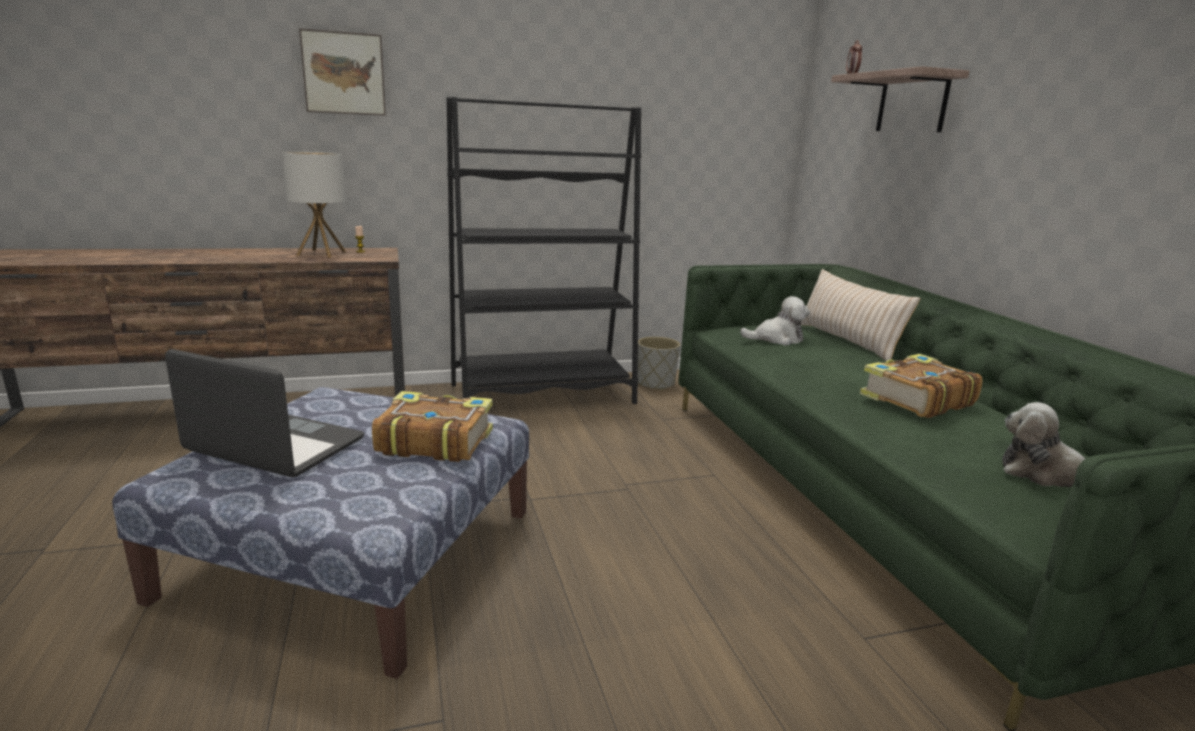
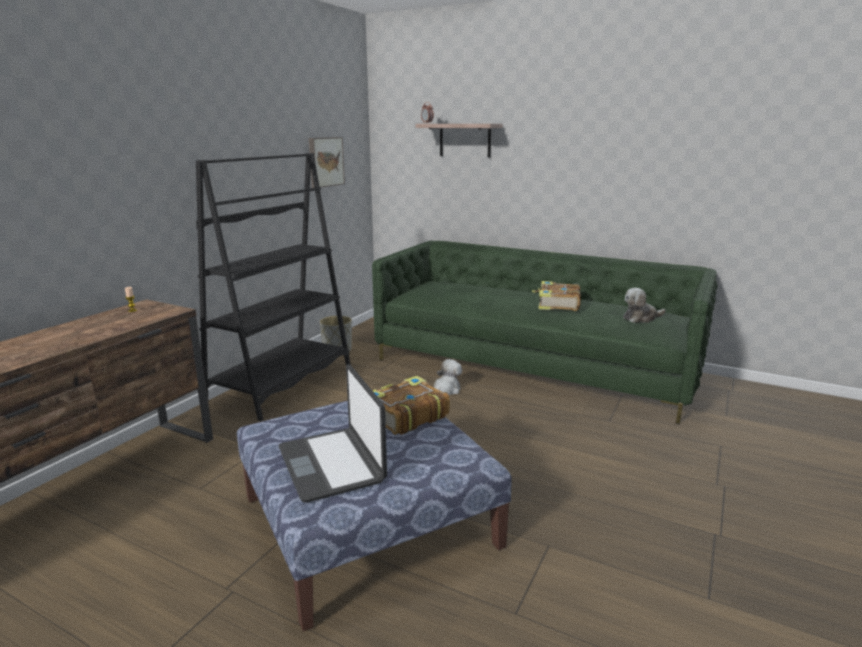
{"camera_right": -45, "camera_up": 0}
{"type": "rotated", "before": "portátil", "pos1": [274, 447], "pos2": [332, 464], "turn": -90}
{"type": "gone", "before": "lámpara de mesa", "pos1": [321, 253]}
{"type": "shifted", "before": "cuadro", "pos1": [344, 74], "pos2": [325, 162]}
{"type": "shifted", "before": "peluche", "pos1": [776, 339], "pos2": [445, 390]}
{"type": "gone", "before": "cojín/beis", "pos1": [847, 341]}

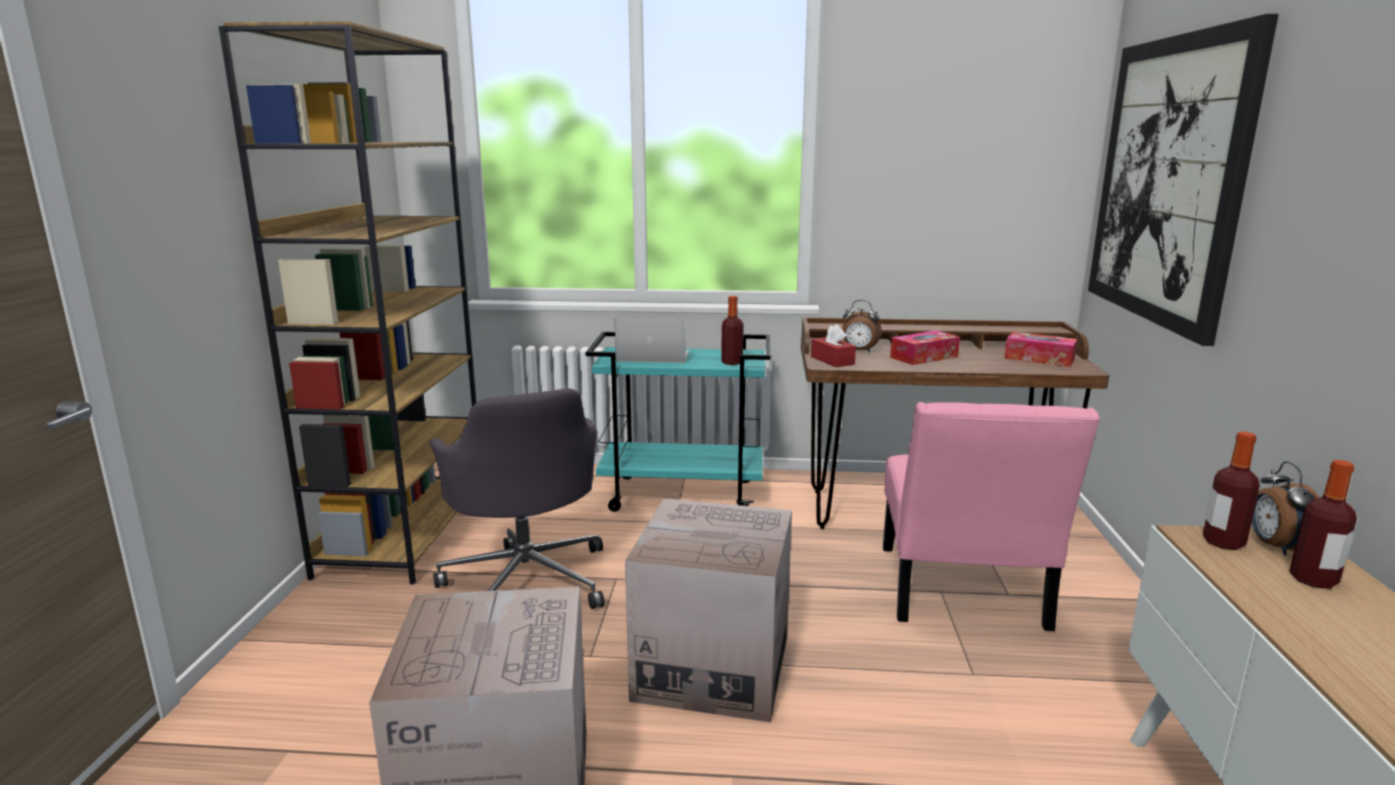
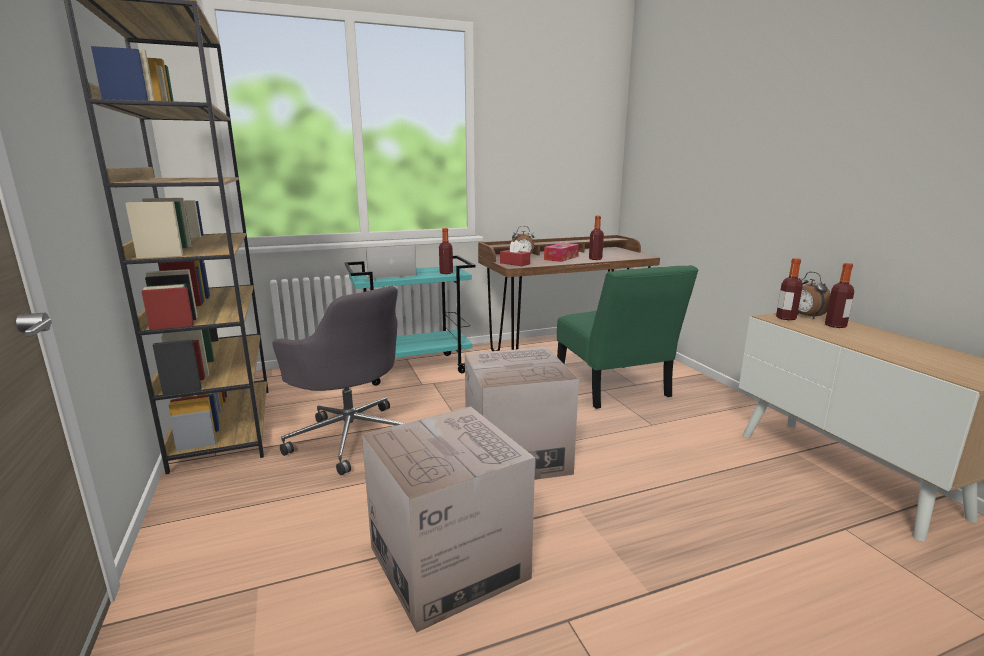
{"camera_right": -25, "camera_up": 0}
{"type": "repainted", "before": "silla/rosa", "after": "silla/verde", "pos1": [961, 593], "pos2": [614, 388]}
{"type": "gone", "before": "caja de pañuelos", "pos1": [1039, 359]}
{"type": "gone", "before": "cuadro", "pos1": [1168, 181]}
{"type": "new", "after": "botella", "pos2": [595, 259]}

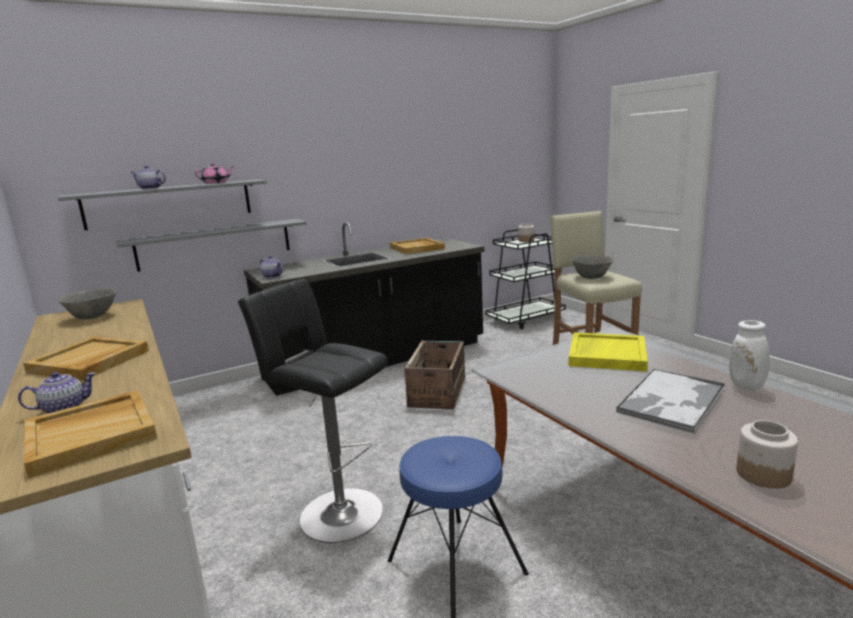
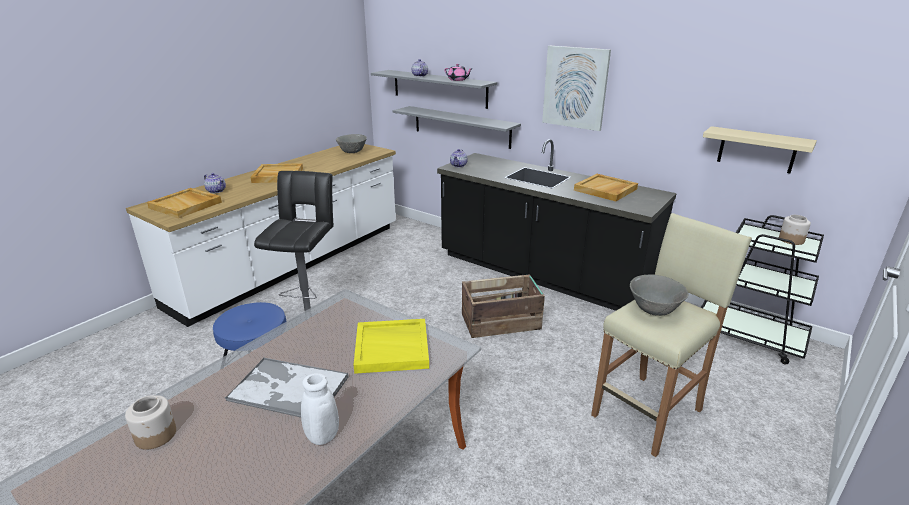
{"camera_right": 65, "camera_up": 10}
{"type": "new", "after": "cuadro", "pos2": [575, 87]}
{"type": "new", "after": "estante/beis", "pos2": [757, 150]}

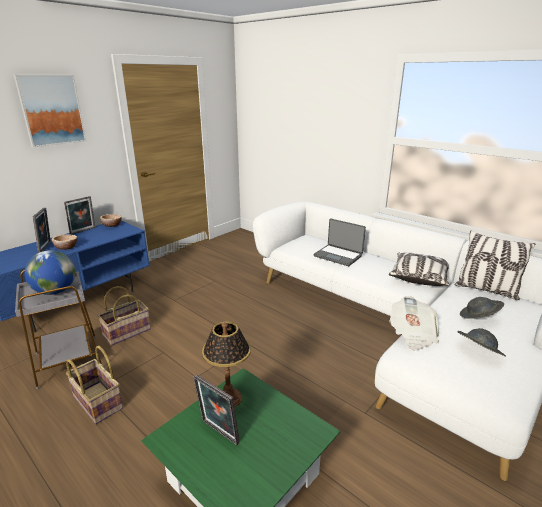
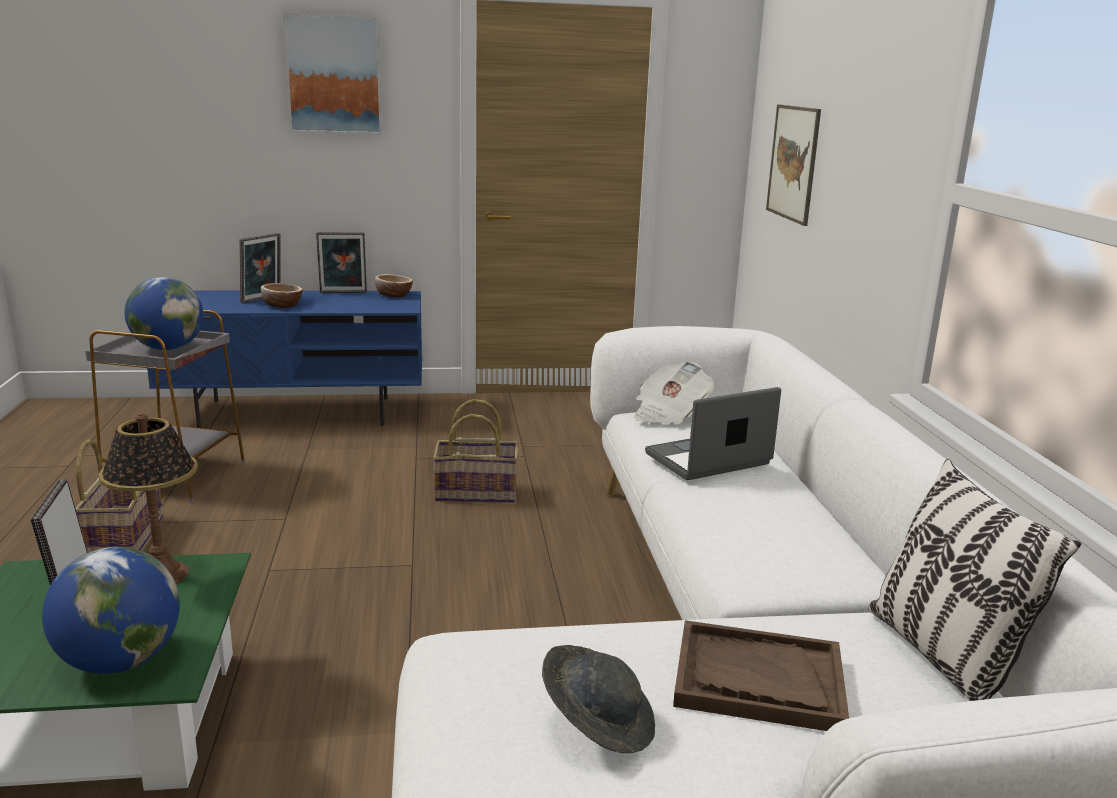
{"camera_right": 40, "camera_up": -5}
{"type": "shifted", "before": "cesta", "pos1": [127, 332], "pos2": [477, 492]}
{"type": "rotated", "before": "portátil", "pos1": [338, 255], "pos2": [709, 460], "turn": 75}
{"type": "gone", "before": "cojín", "pos1": [418, 277]}
{"type": "shifted", "before": "periódico", "pos1": [412, 334], "pos2": [669, 414]}
{"type": "swapped", "before": "sombrero/gris", "after": "bandeja/marrón", "pos1": [479, 318], "pos2": [758, 680]}
{"type": "new", "after": "globo terráqueo", "pos2": [120, 662]}
{"type": "new", "after": "cuadro", "pos2": [793, 163]}

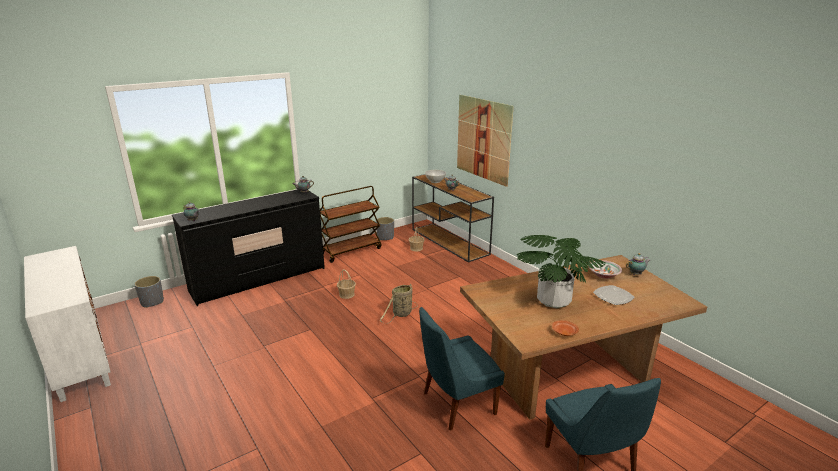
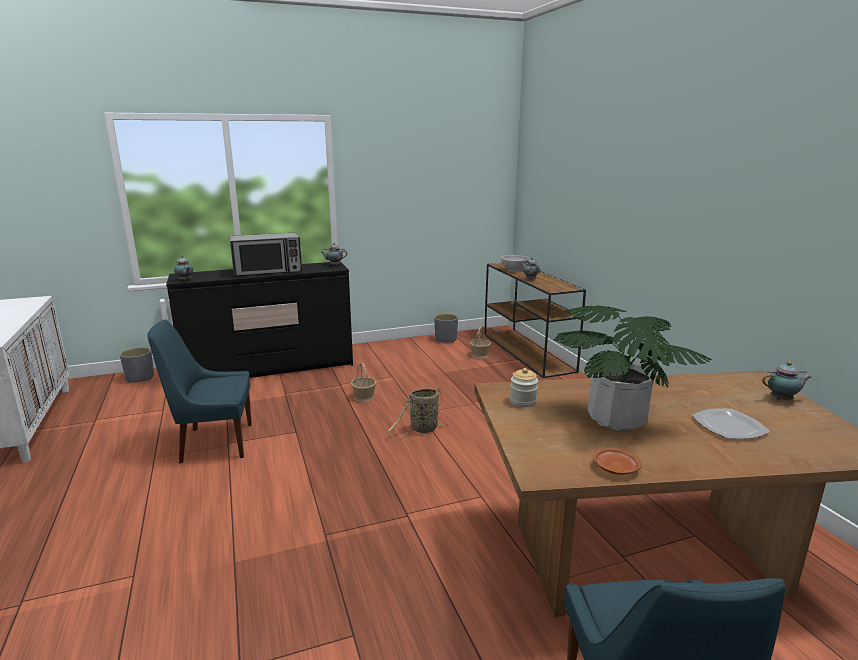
{"camera_right": 15, "camera_up": -5}
{"type": "gone", "before": "carrito/marrón", "pos1": [351, 251]}
{"type": "shifted", "before": "silla/azul", "pos1": [456, 404], "pos2": [213, 443]}
{"type": "gone", "before": "cuadro", "pos1": [483, 139]}
{"type": "gone", "before": "cuenco", "pos1": [603, 275]}
{"type": "new", "after": "microondas", "pos2": [268, 271]}
{"type": "new", "after": "tarro", "pos2": [523, 401]}

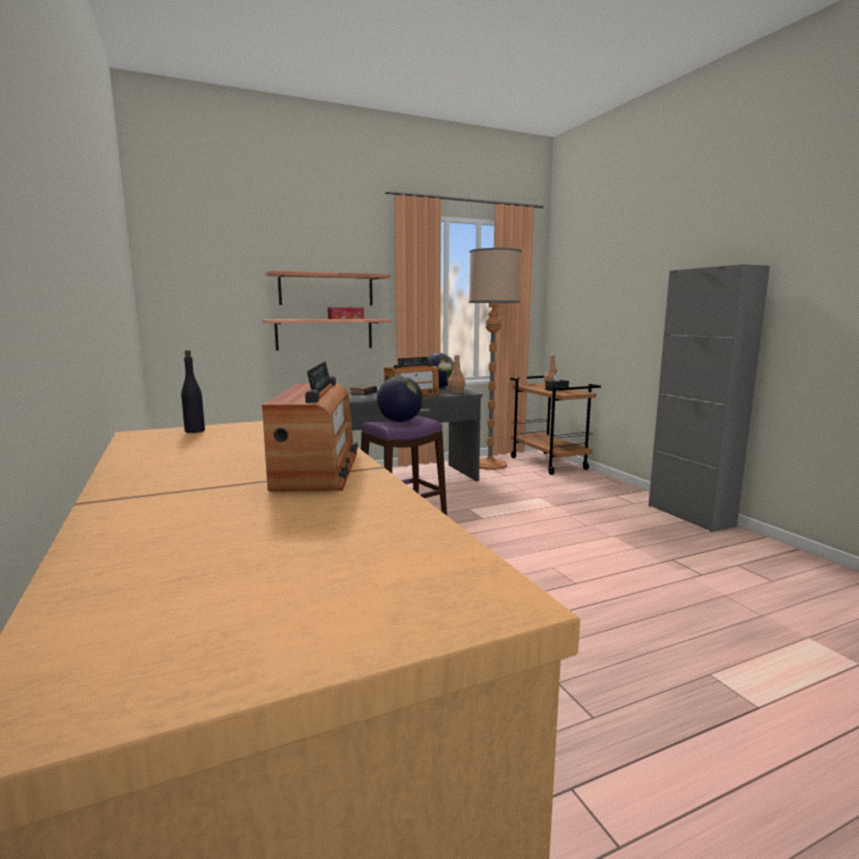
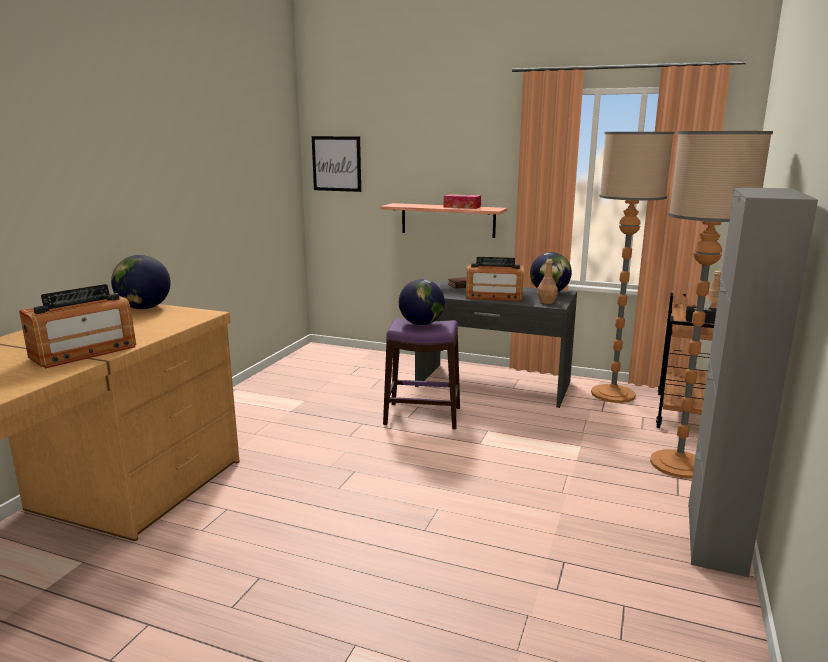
{"camera_right": 45, "camera_up": 5}
{"type": "swapped", "before": "botella/negro", "after": "globo terráqueo", "pos1": [195, 431], "pos2": [144, 308]}
{"type": "gone", "before": "estante", "pos1": [326, 289]}
{"type": "new", "after": "cuadro", "pos2": [336, 163]}
{"type": "new", "after": "lámpara de pie", "pos2": [679, 464]}

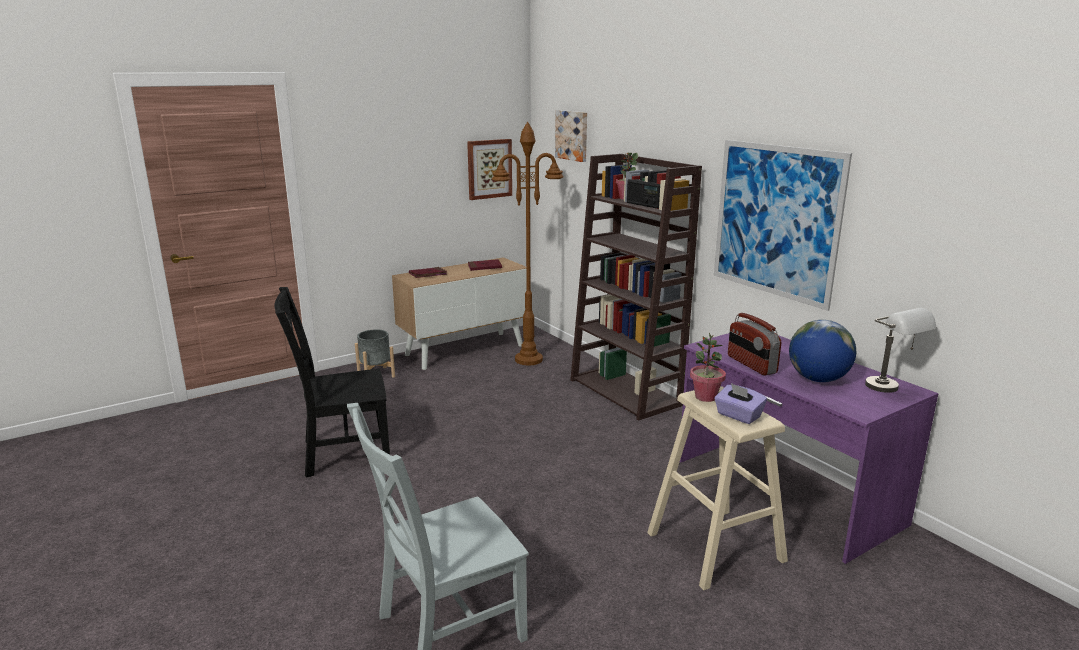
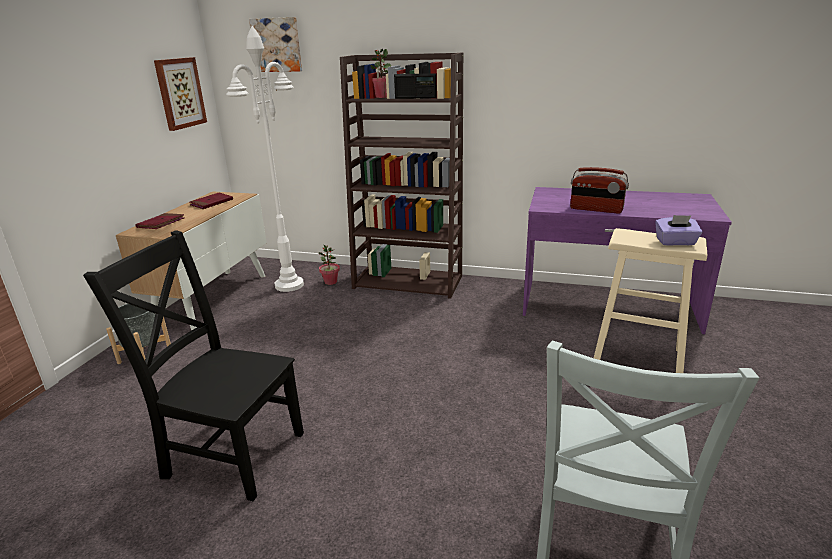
{"camera_right": -40, "camera_up": 5}
{"type": "rotated", "before": "silla/negro", "pos1": [342, 453], "pos2": [230, 452], "turn": 75}
{"type": "repainted", "before": "lámpara de pie/marrón", "after": "lámpara de pie/blanco", "pos1": [529, 359], "pos2": [289, 285]}
{"type": "shifted", "before": "planta en maceta", "pos1": [705, 397], "pos2": [330, 282]}
{"type": "gone", "before": "cuadro", "pos1": [775, 221]}
{"type": "gone", "before": "globo terráqueo", "pos1": [818, 379]}
{"type": "gone", "before": "lámpara de mesa/gris", "pos1": [891, 390]}

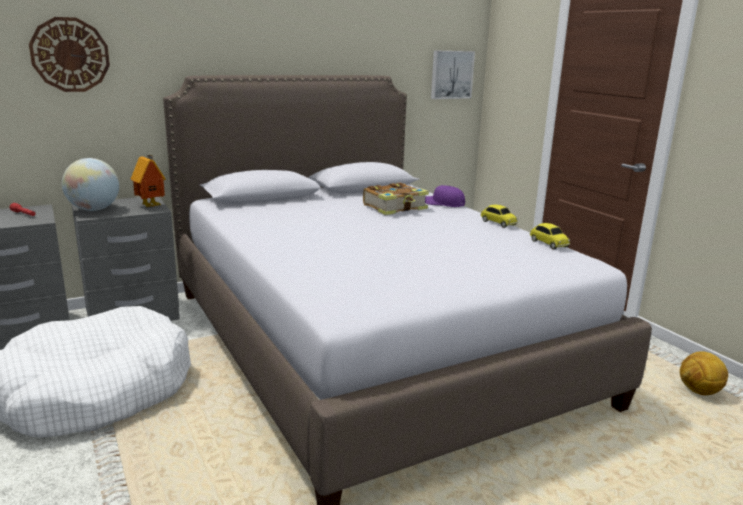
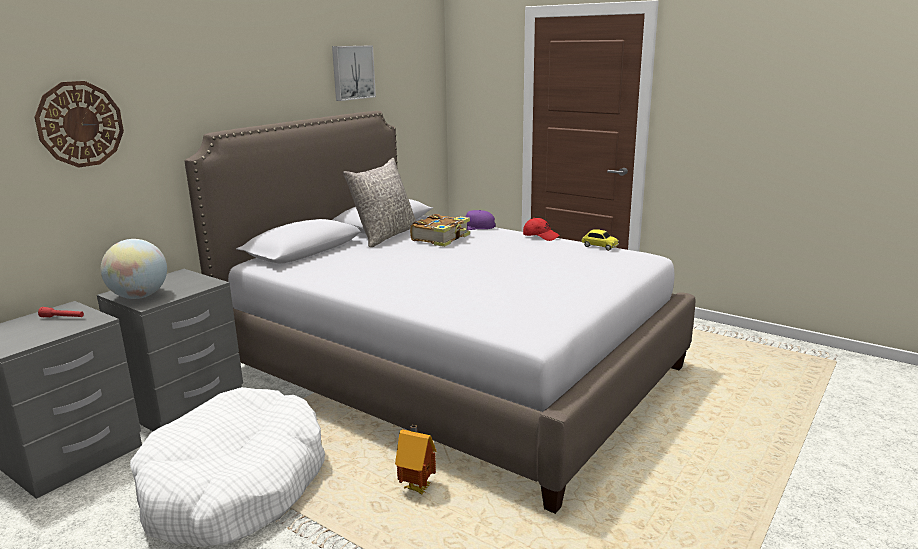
{"camera_right": -25, "camera_up": 0}
{"type": "shifted", "before": "casita", "pos1": [151, 206], "pos2": [417, 487]}
{"type": "shifted", "before": "cuadro", "pos1": [451, 74], "pos2": [352, 72]}
{"type": "swapped", "before": "coche de juguete", "after": "gorra/rojo", "pos1": [498, 223], "pos2": [541, 236]}
{"type": "gone", "before": "balón de fútbol", "pos1": [699, 392]}
{"type": "new", "after": "cojín/gris", "pos2": [385, 235]}

